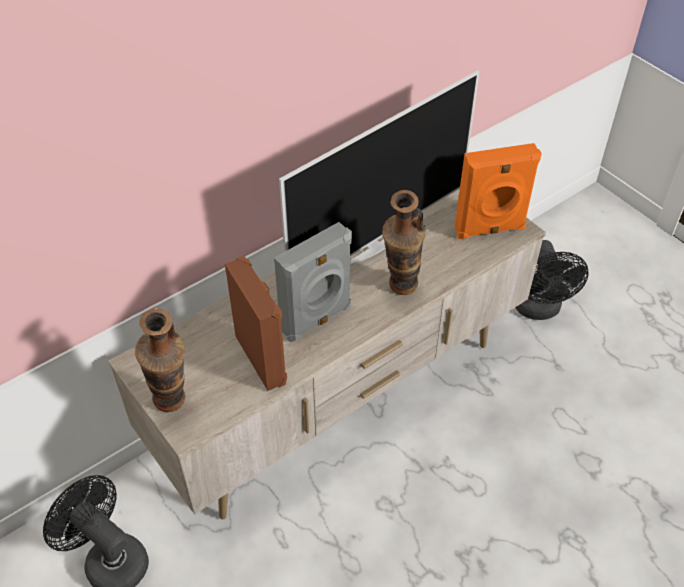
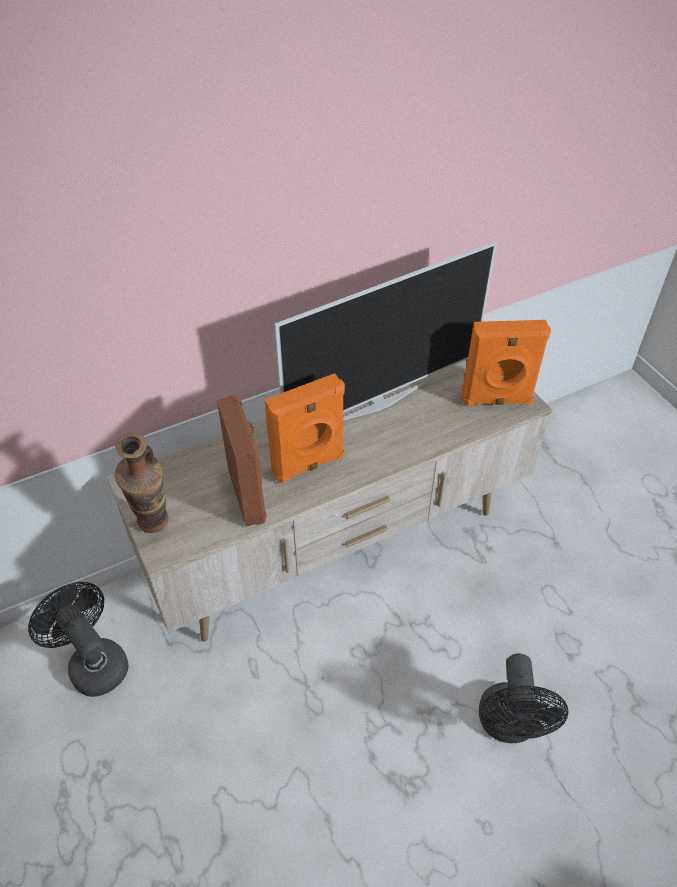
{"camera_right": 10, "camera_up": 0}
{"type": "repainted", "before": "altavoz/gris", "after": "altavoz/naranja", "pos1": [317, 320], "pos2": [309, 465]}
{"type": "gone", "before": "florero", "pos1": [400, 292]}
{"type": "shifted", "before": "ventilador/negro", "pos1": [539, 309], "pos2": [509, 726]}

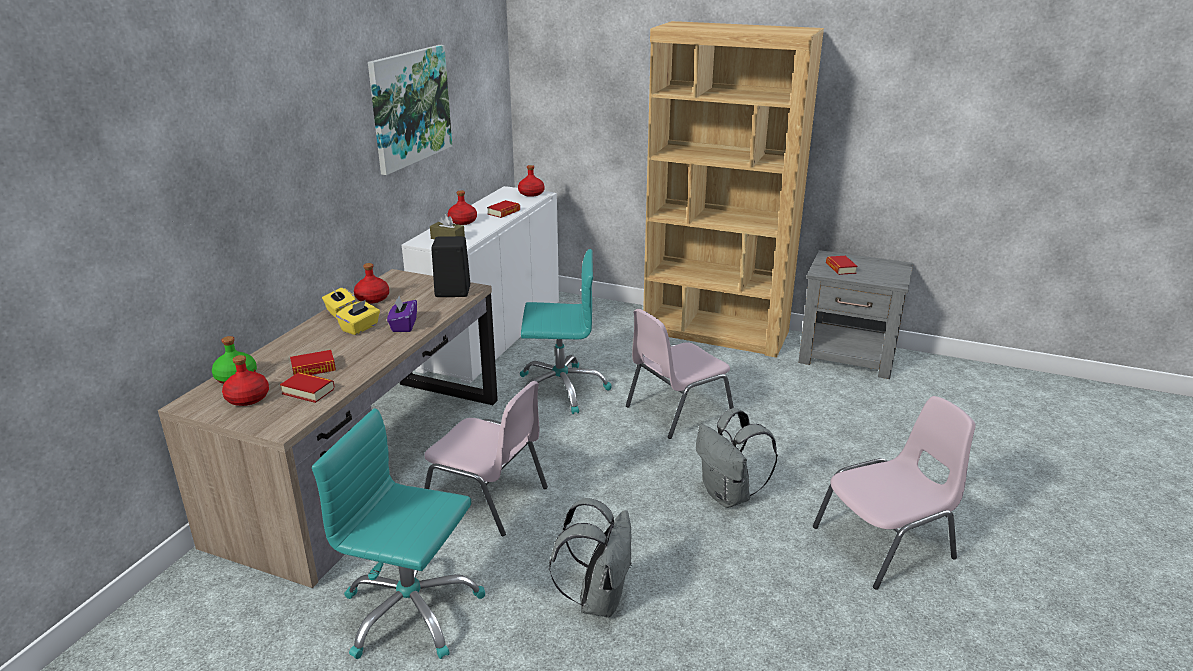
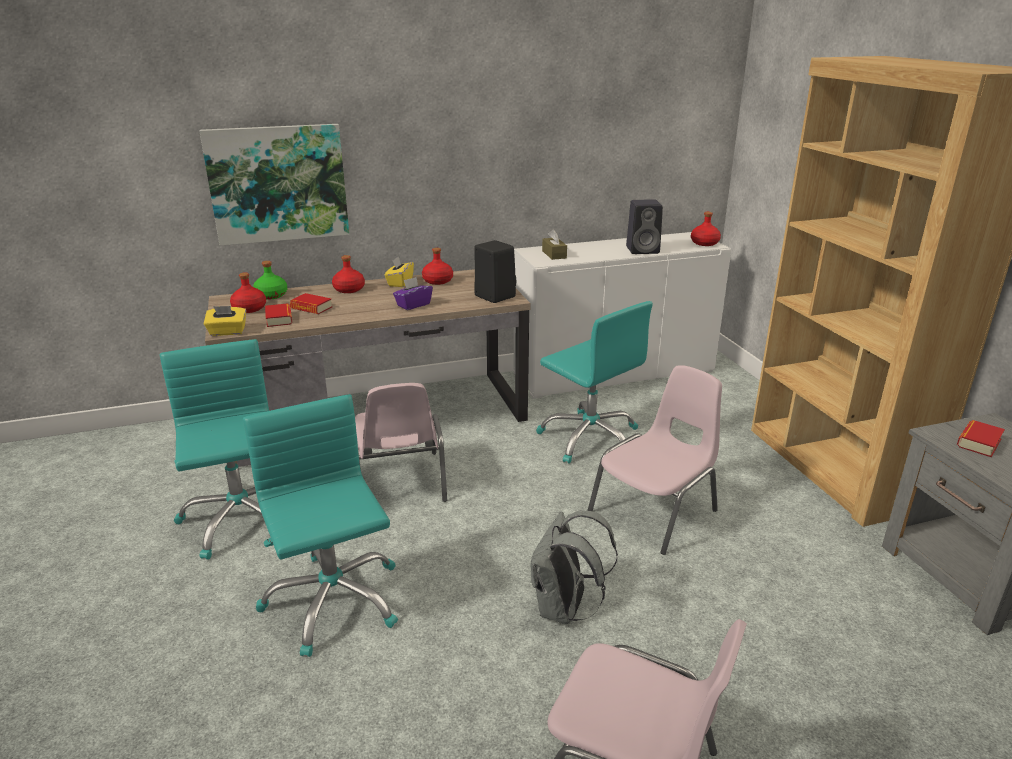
{"camera_right": 50, "camera_up": 0}
{"type": "shifted", "before": "caja de pañuelos/amarillo", "pos1": [360, 328], "pos2": [227, 332]}
{"type": "shifted", "before": "cuadro", "pos1": [410, 107], "pos2": [278, 184]}
{"type": "shifted", "before": "botella/rojo", "pos1": [463, 221], "pos2": [349, 289]}
{"type": "swapped", "before": "libro", "after": "altavoz/negro", "pos1": [504, 212], "pos2": [643, 250]}
{"type": "swapped", "before": "mochila/gris", "after": "silla de oficina/turquesa", "pos1": [598, 599], "pos2": [333, 601]}
{"type": "rotated", "before": "silla/rosa", "pos1": [677, 411], "pos2": [655, 511], "turn": 120}

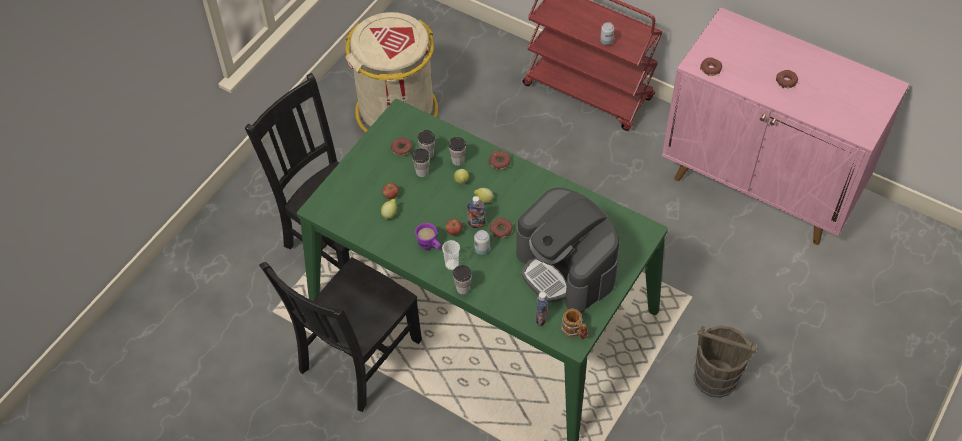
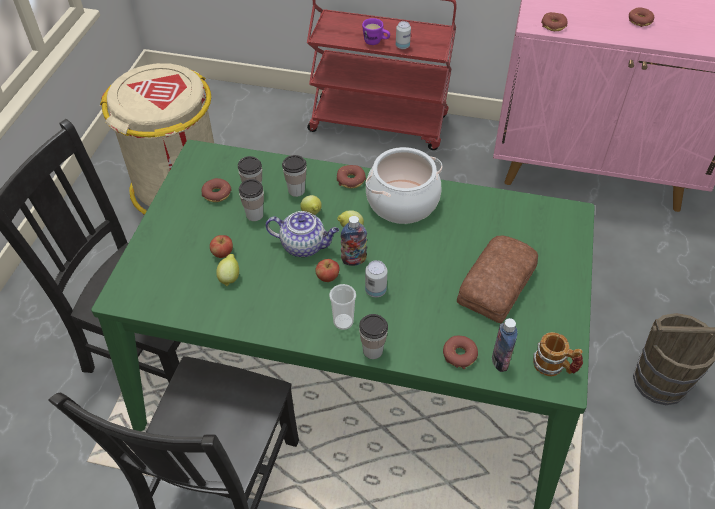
{"camera_right": -20, "camera_up": -5}
{"type": "shifted", "before": "taza grande/morado", "pos1": [430, 245], "pos2": [376, 42]}
{"type": "shifted", "before": "rosquilla", "pos1": [501, 230], "pos2": [459, 355]}
{"type": "swapped", "before": "cafetera", "after": "pan", "pos1": [566, 268], "pos2": [499, 285]}
{"type": "new", "after": "tetera", "pos2": [304, 246]}
{"type": "new", "after": "olla", "pos2": [402, 201]}

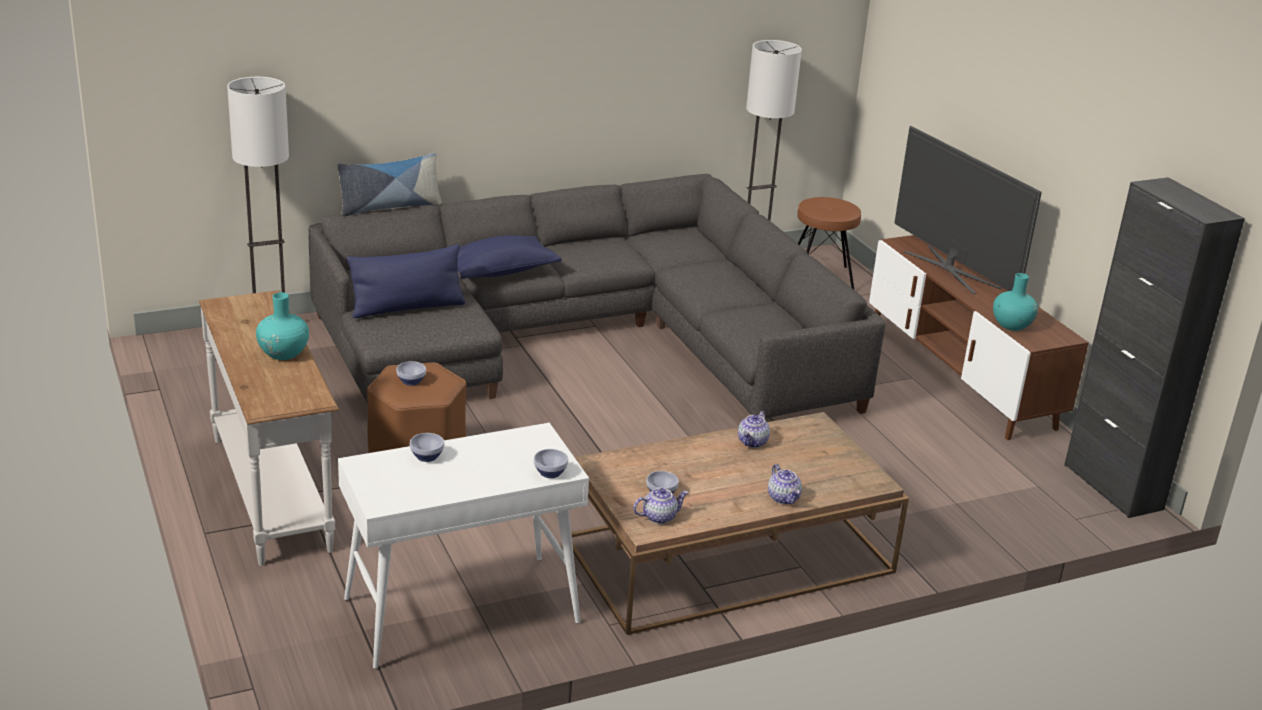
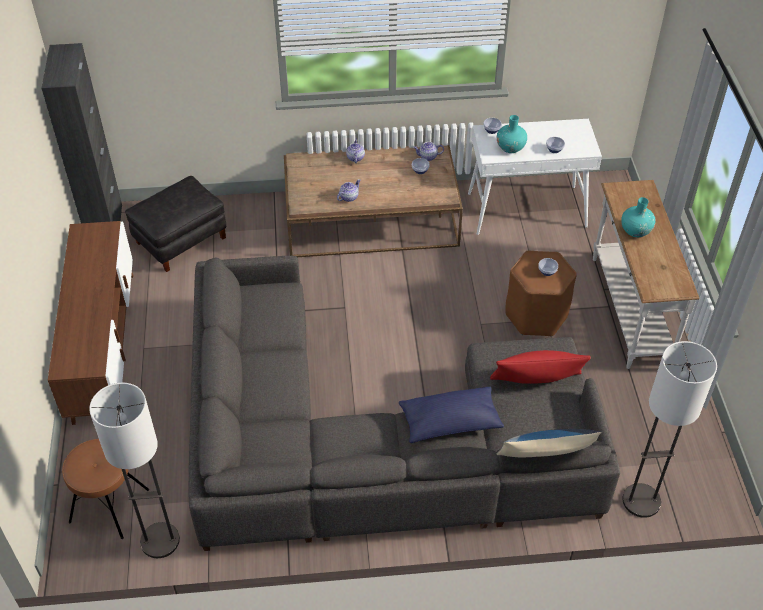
{"camera_right": -160, "camera_up": 20}
{"type": "repainted", "before": "cojín/azul", "after": "cojín/rojo", "pos1": [407, 308], "pos2": [536, 381]}
{"type": "gone", "before": "televisor", "pos1": [951, 269]}
{"type": "shifted", "before": "florero/turquesa", "pos1": [1011, 325], "pos2": [510, 148]}
{"type": "new", "after": "puf/negro", "pos2": [181, 240]}

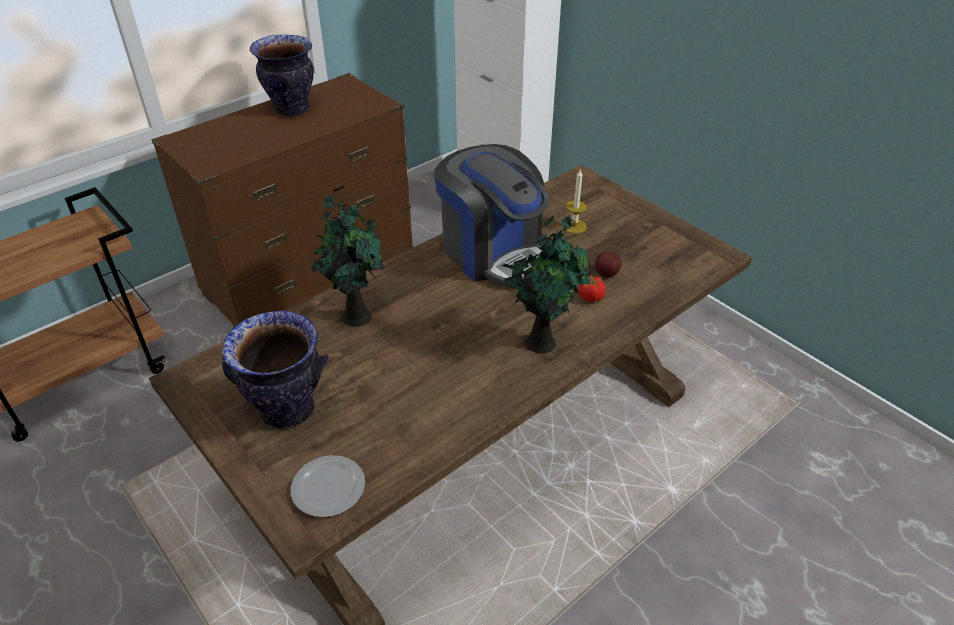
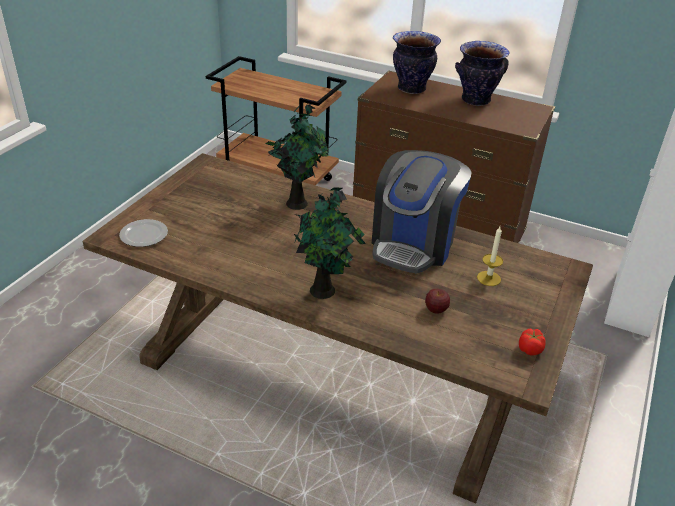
{"camera_right": 65, "camera_up": -5}
{"type": "shifted", "before": "florero", "pos1": [288, 409], "pos2": [412, 89]}
{"type": "shifted", "before": "tomate", "pos1": [590, 296], "pos2": [530, 349]}

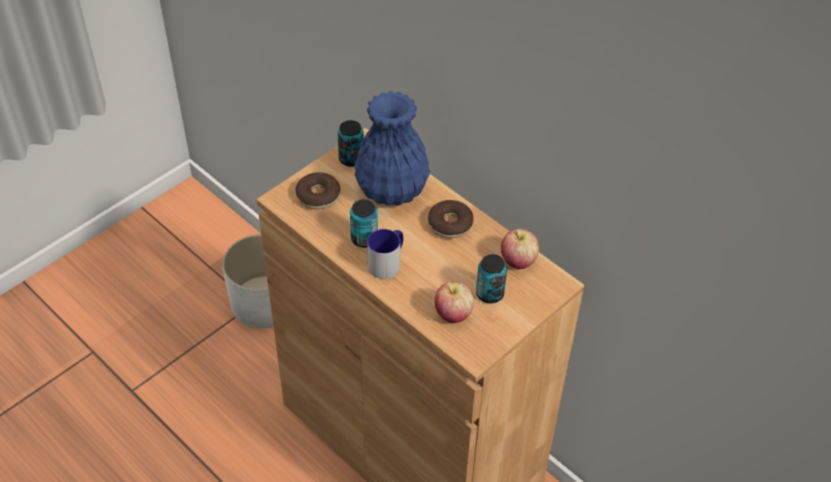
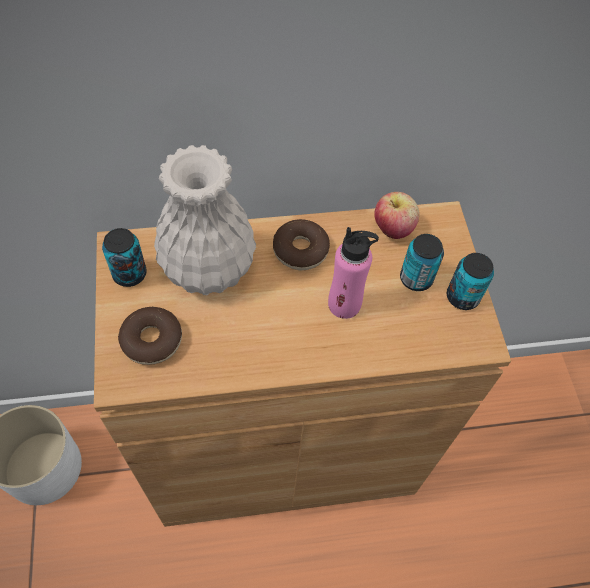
{"camera_right": -55, "camera_up": 10}
{"type": "shifted", "before": "lata", "pos1": [364, 238], "pos2": [462, 297]}
{"type": "repainted", "before": "florero/azul", "after": "florero/blanco", "pos1": [390, 189], "pos2": [207, 268]}
{"type": "gone", "before": "taza grande", "pos1": [388, 262]}
{"type": "gone", "before": "manzana", "pos1": [453, 314]}
{"type": "new", "after": "botella/rosa", "pos2": [344, 304]}

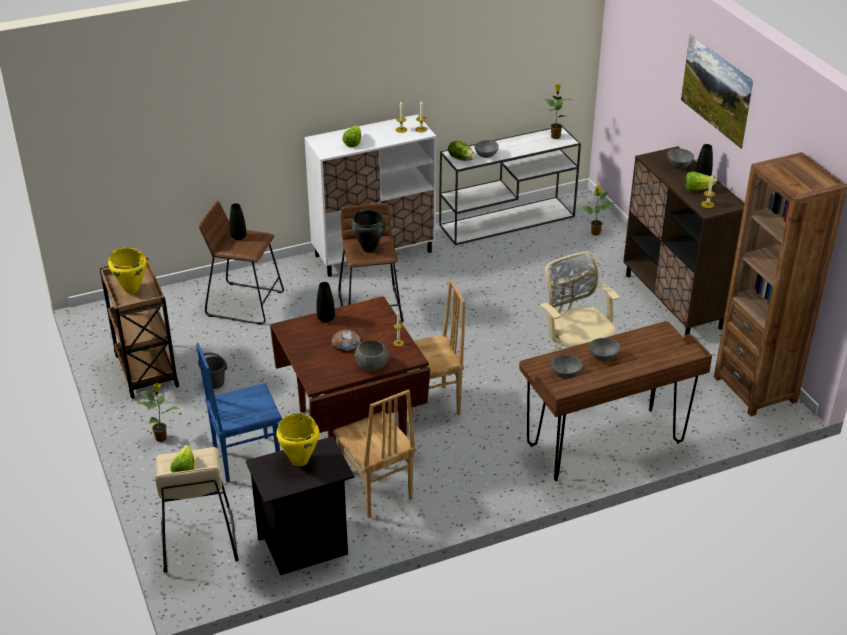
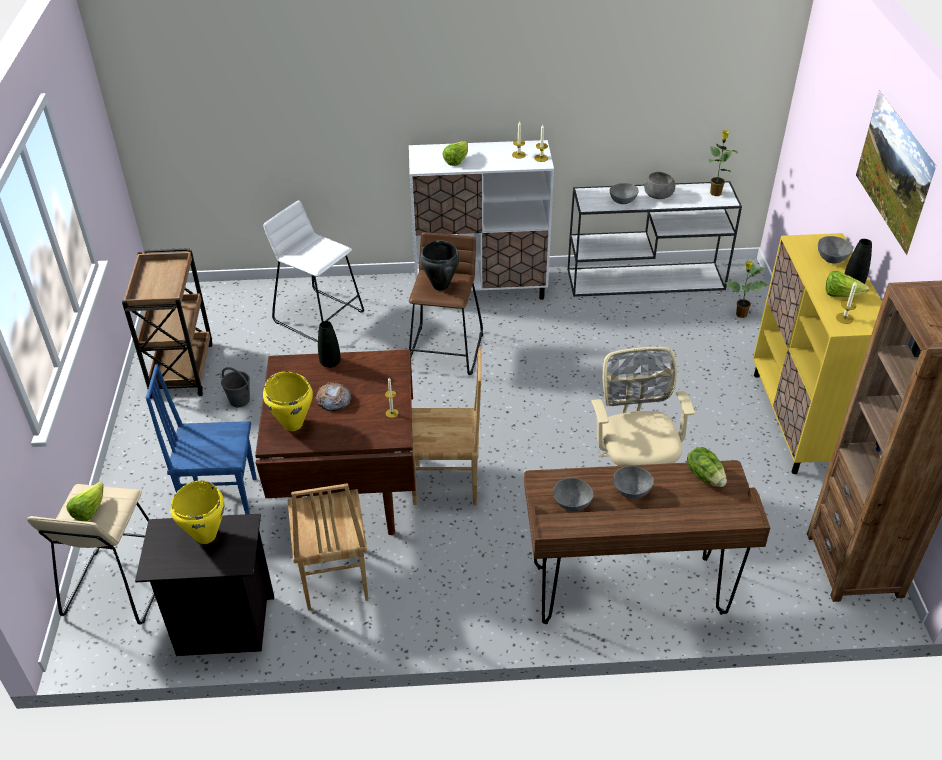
{"camera_right": 20, "camera_up": 5}
{"type": "shifted", "before": "olla/amarillo", "pos1": [131, 289], "pos2": [293, 424]}
{"type": "gone", "before": "planta en maceta", "pos1": [162, 437]}
{"type": "repainted", "before": "taburete/marrón", "after": "taburete/blanco", "pos1": [245, 303], "pos2": [319, 316]}
{"type": "gone", "before": "florero/negro", "pos1": [238, 237]}
{"type": "shifted", "before": "cuenco/gris", "pos1": [371, 365], "pos2": [658, 195]}
{"type": "shifted", "before": "lechuga", "pos1": [461, 158], "pos2": [705, 476]}
{"type": "repainted", "before": "armario/marrón", "after": "armario/amarillo", "pos1": [673, 301], "pos2": [798, 421]}

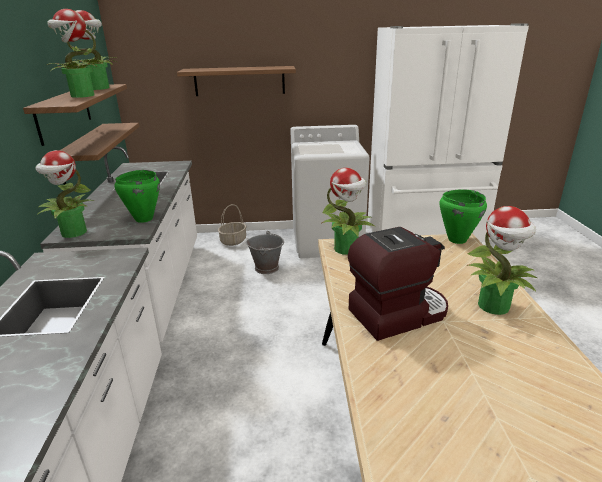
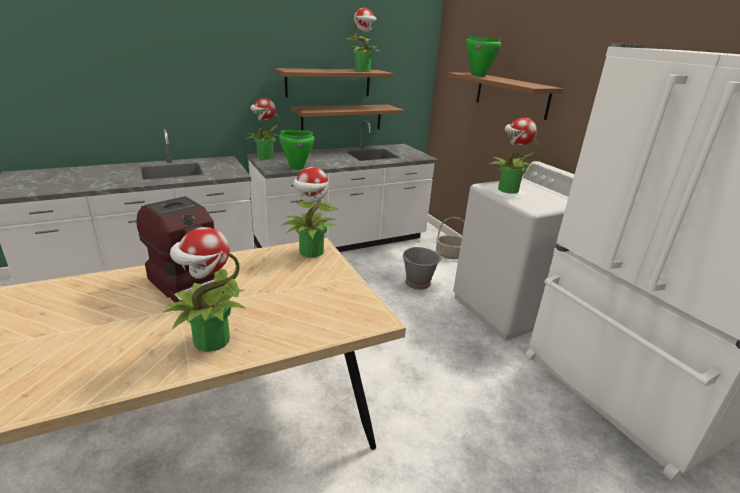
{"camera_right": 65, "camera_up": 0}
{"type": "shifted", "before": "planta en maceta", "pos1": [82, 96], "pos2": [507, 190]}
{"type": "shifted", "before": "olla/verde", "pos1": [456, 240], "pos2": [478, 76]}

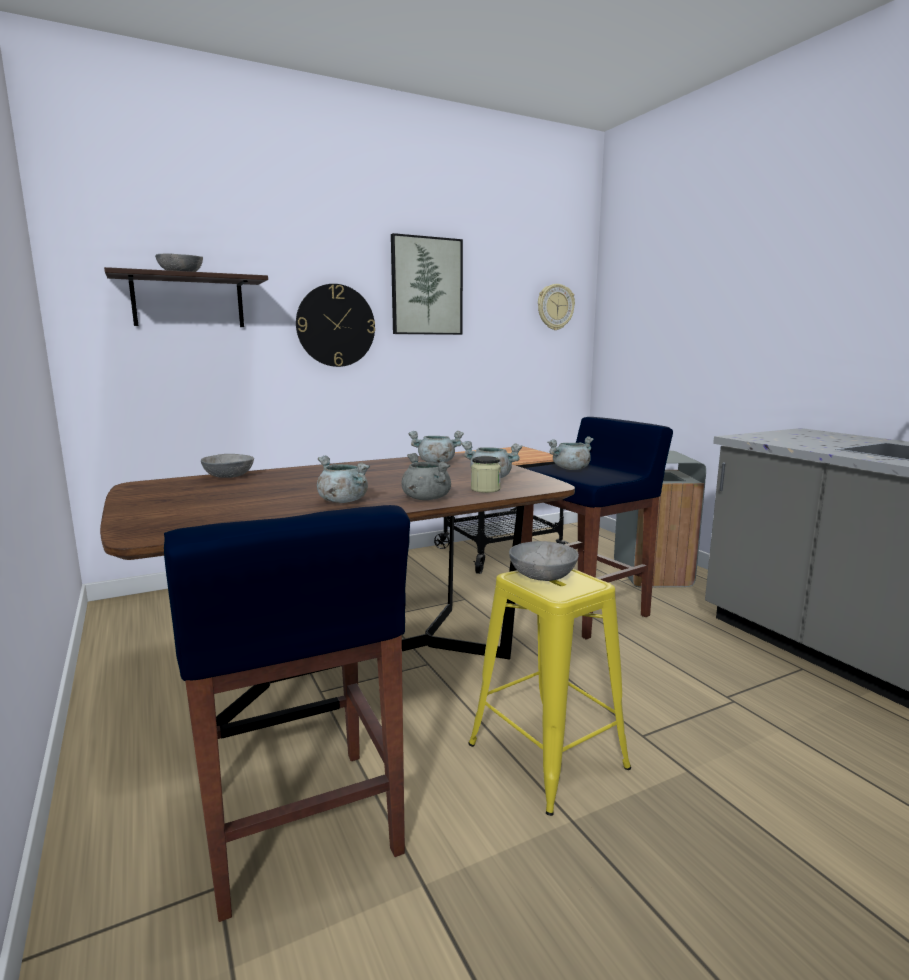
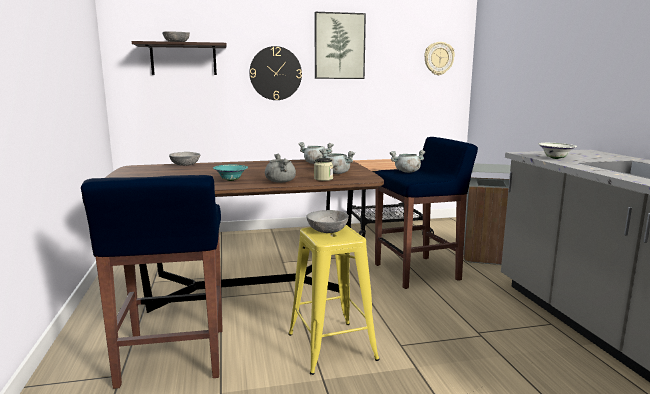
{"camera_right": 15, "camera_up": 0}
{"type": "swapped", "before": "olla/gris", "after": "cuenco/turquesa", "pos1": [342, 501], "pos2": [230, 180]}
{"type": "new", "after": "cuenco/blanco", "pos2": [555, 158]}

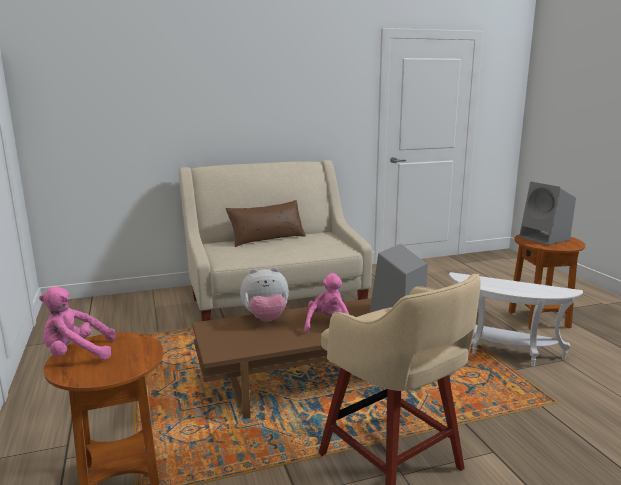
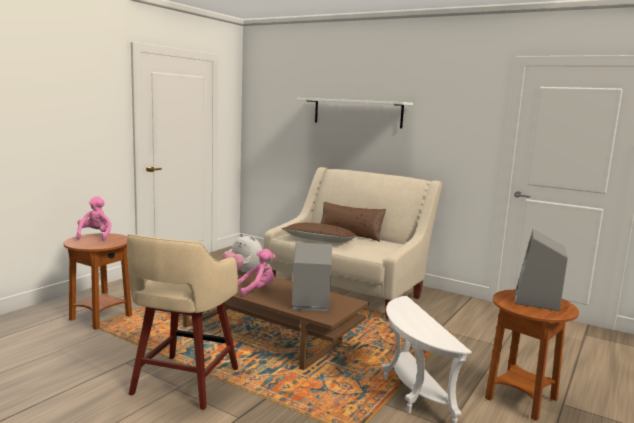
{"camera_right": 50, "camera_up": -5}
{"type": "rotated", "before": "peluche/rosa", "pos1": [77, 354], "pos2": [95, 236], "turn": 45}
{"type": "new", "after": "cojín/marrón", "pos2": [319, 240]}
{"type": "new", "after": "estante/blanco", "pos2": [357, 112]}

